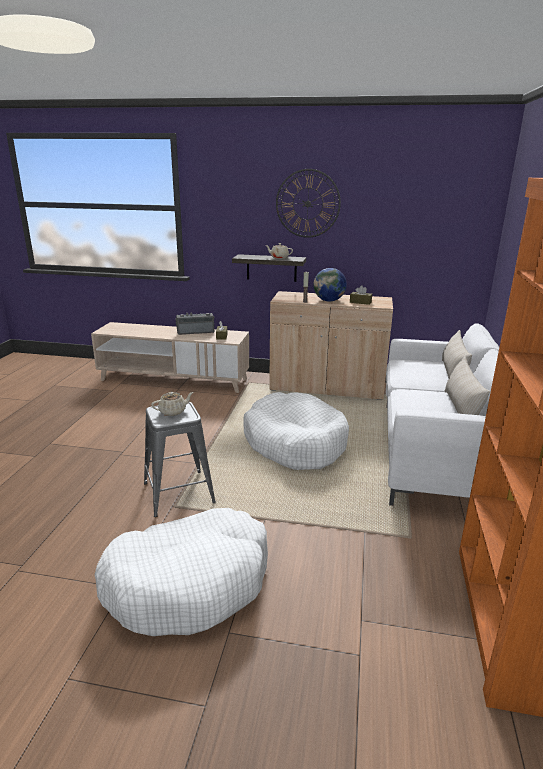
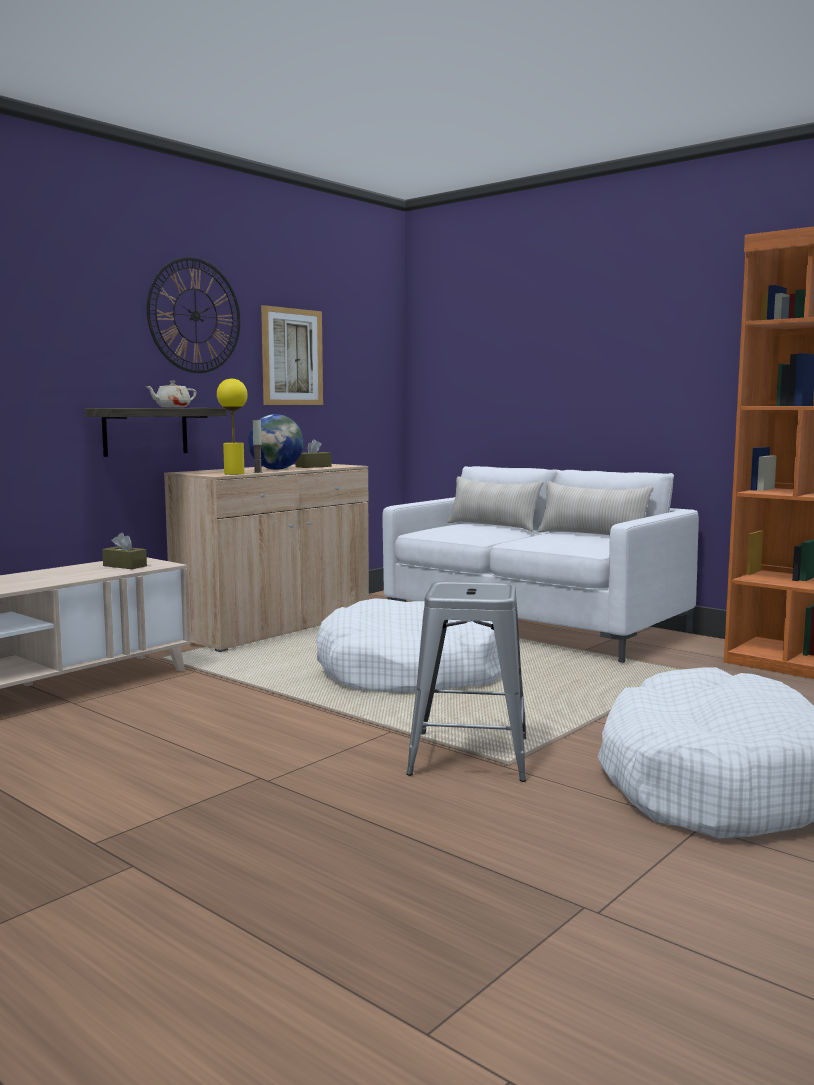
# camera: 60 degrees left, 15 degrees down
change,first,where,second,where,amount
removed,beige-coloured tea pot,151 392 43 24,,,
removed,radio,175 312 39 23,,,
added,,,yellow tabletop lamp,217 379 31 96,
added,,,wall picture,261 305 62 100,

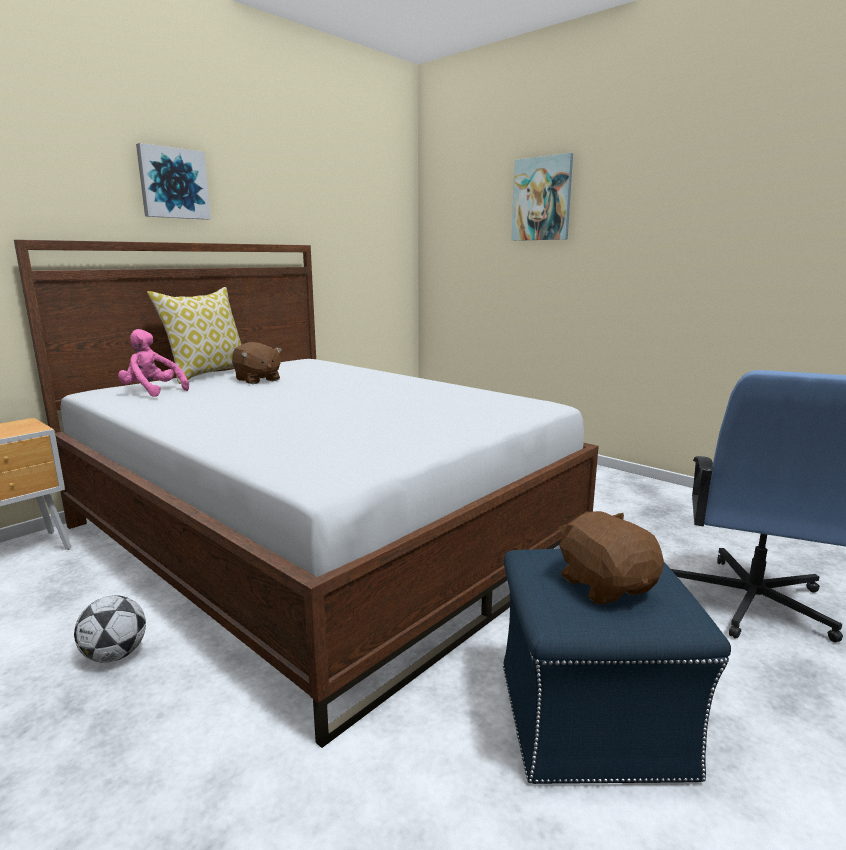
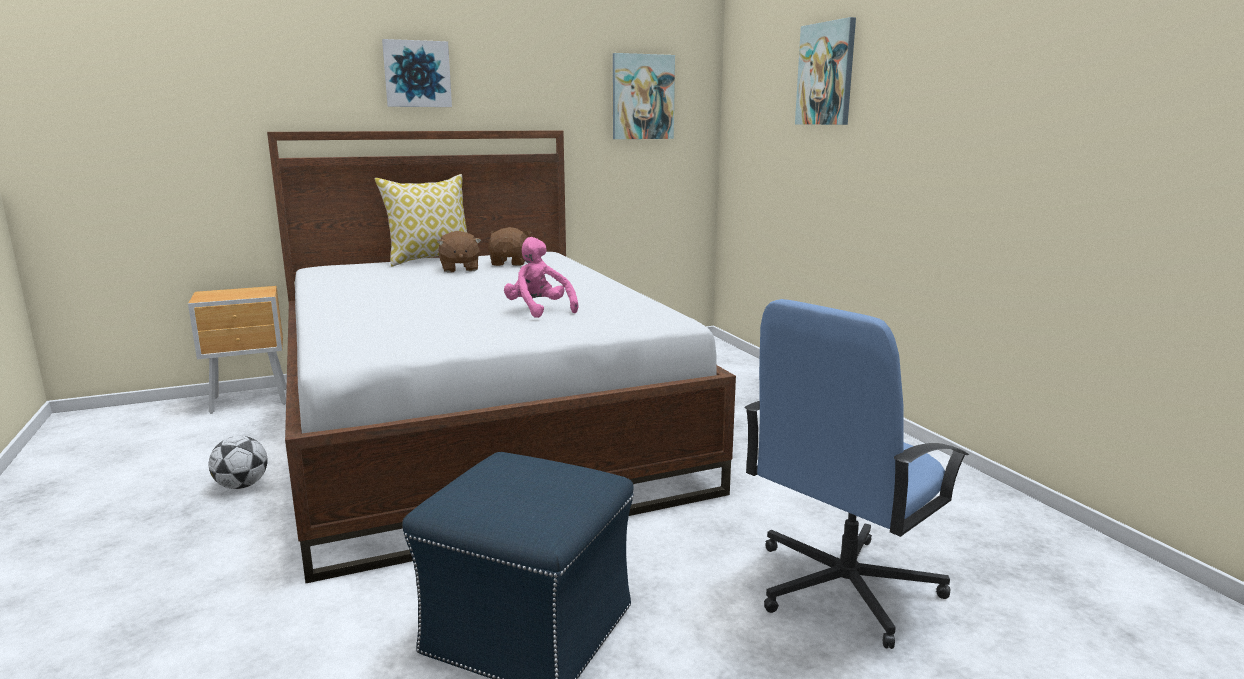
# camera: 25 degrees right, 0 degrees up
change,first,where,second,where,amount
added,,,wall picture,613 53 62 86,
moved,pinkish plush toy,118 329 71 68,,504 237 74 81,
moved,brownish plush toy,558 511 106 93,,488 227 43 39,

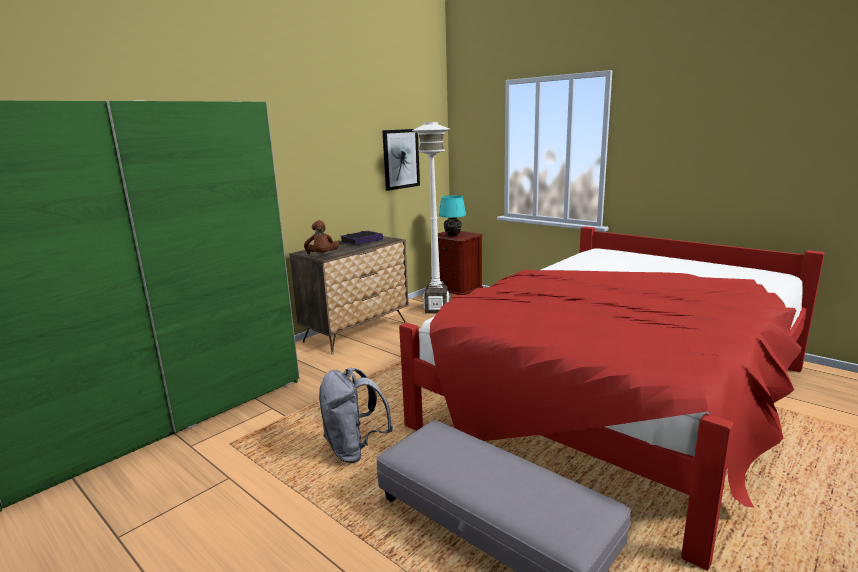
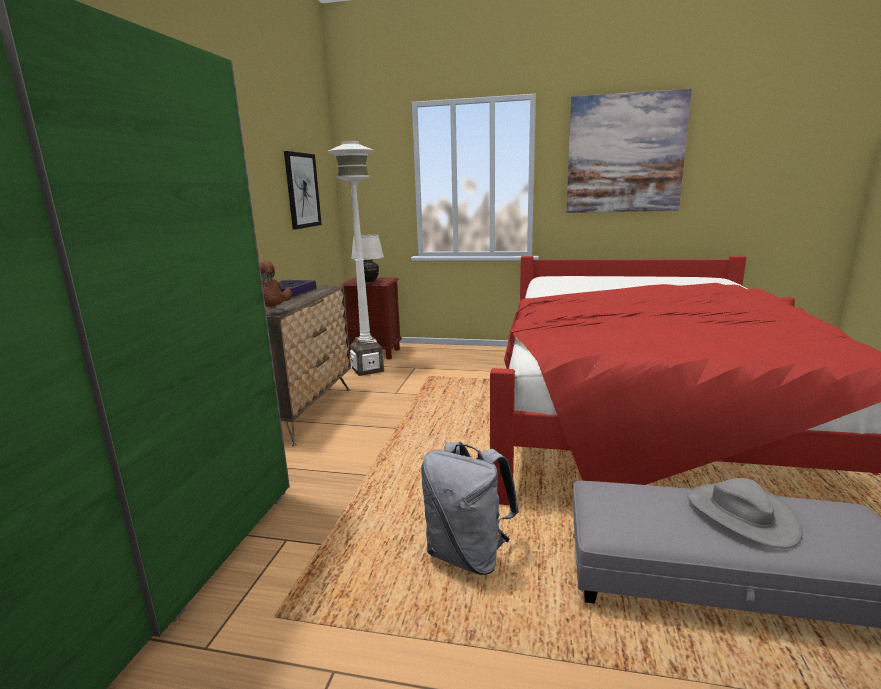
# camera: 30 degrees left, 0 degrees up
change,first,where,second,where,amount
added,,,wall picture,566 89 126 124,
added,,,grey clothing hat,687 478 116 71,
recoloured,turquoise-coloured tabletop lamp,439 195 27 41,white-coloured tabletop lamp,351 235 33 48,

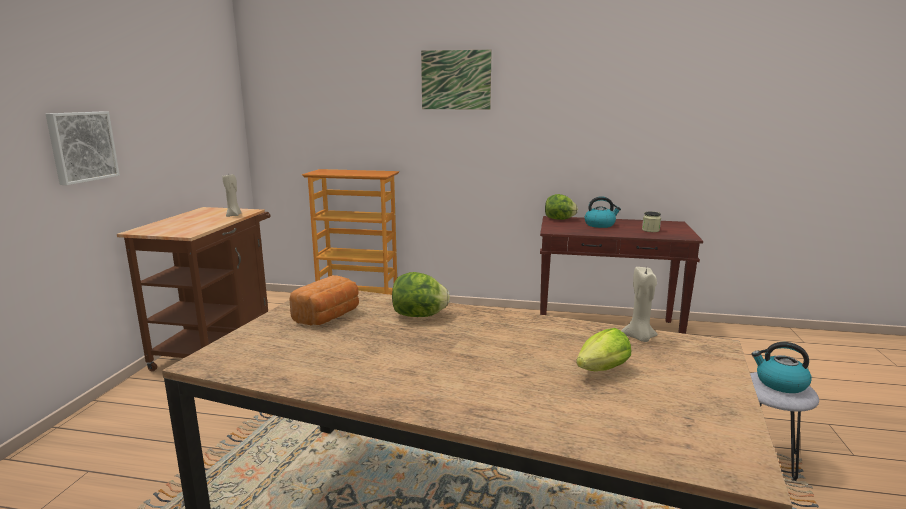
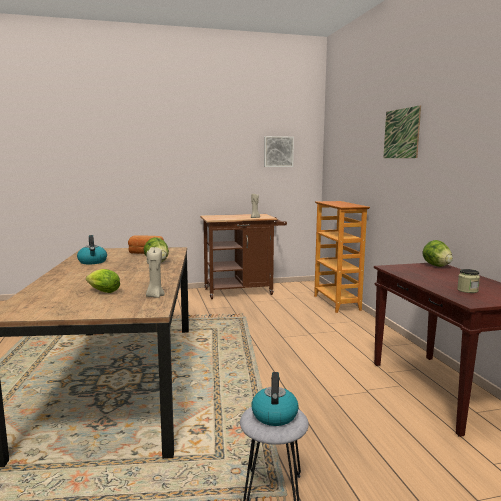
# camera: 65 degrees right, 5 degrees down
change,first,where,second,where,amount
moved,wall picture,46 112 74 73,,264 136 30 31,
moved,kettle,585 196 36 32,,77 235 30 29,

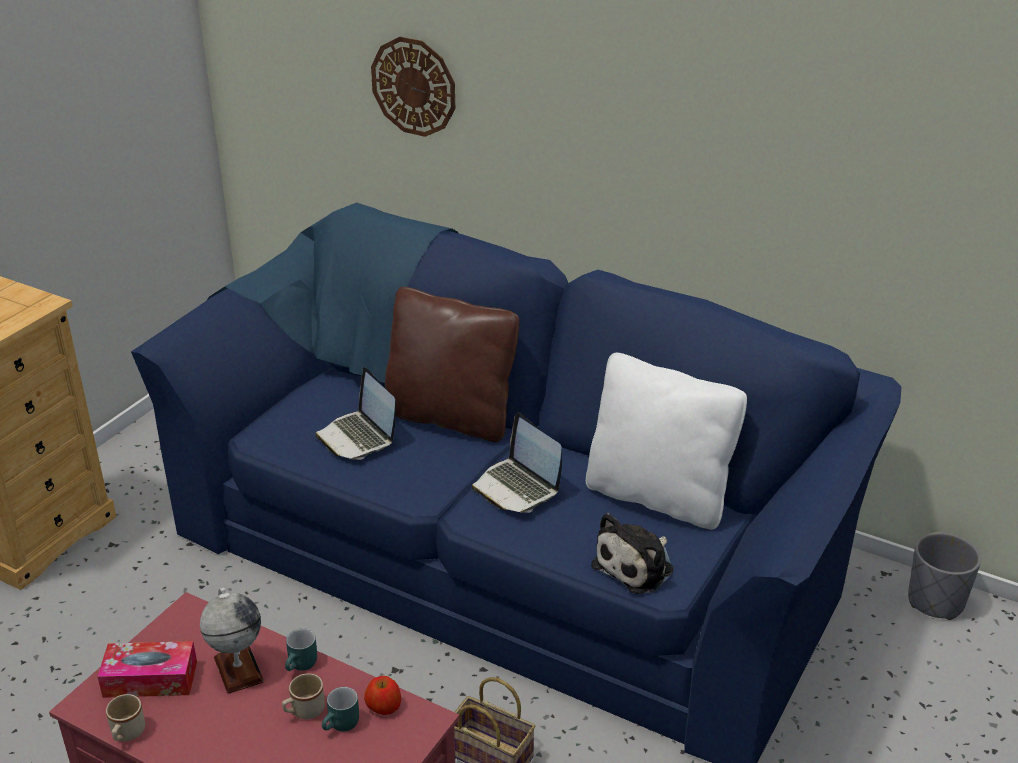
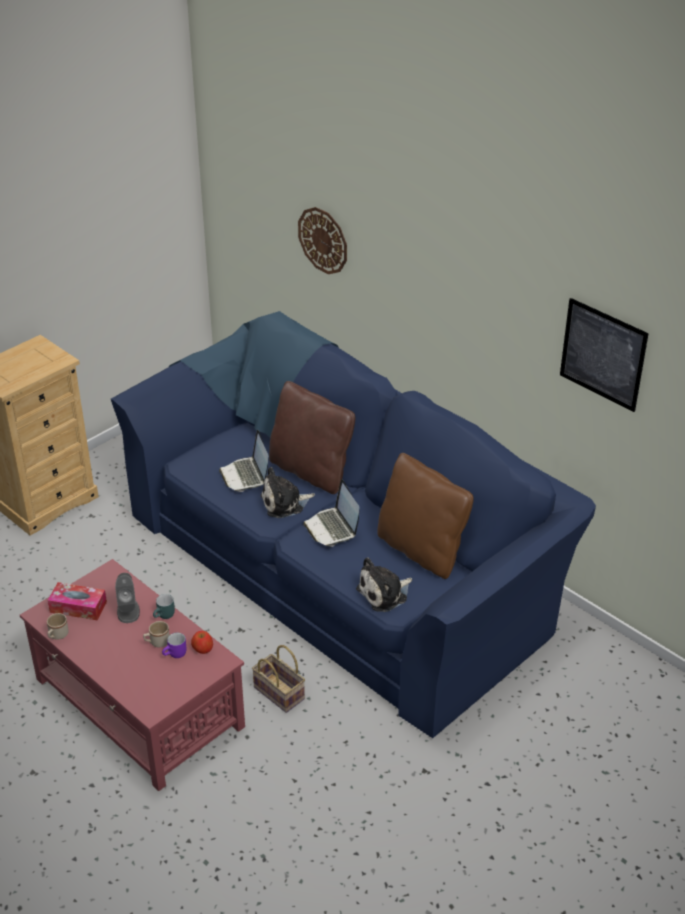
# camera: 15 degrees right, 5 degrees up
change,first,where,second,where,amount
removed,grey plant pot,908 532 73 88,,,
added,,,plush toy,261 467 54 51,
added,,,wall picture,560 298 89 114,
replaced,globe,200 588 64 106,grey speaker,115 573 25 50,
recoloured,turquoise-coloured tea mug,322 687 37 45,purple-coloured tea mug,162 633 24 25,
recoloured,white-coloured throw pillow,586 353 161 177,brownish throw pillow,377 453 97 126,

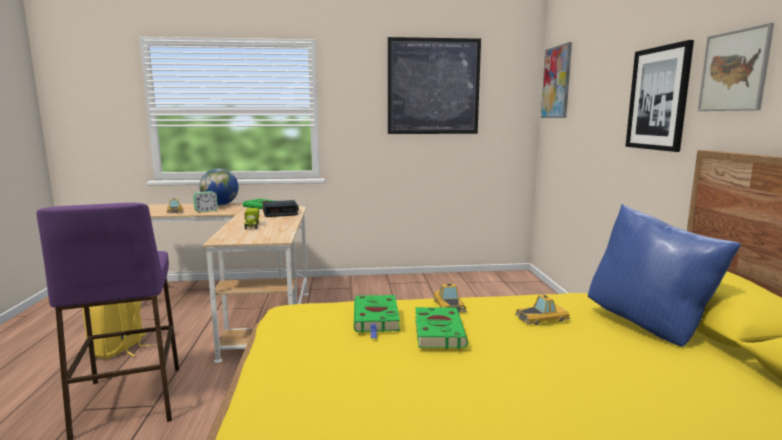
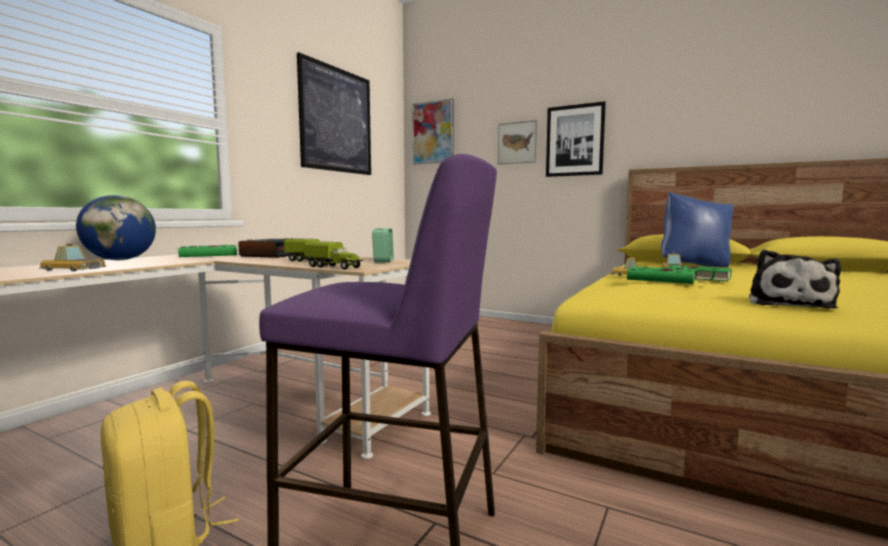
# camera: 55 degrees left, 5 degrees down
change,first,where,second,where,amount
added,,,toy truck,304 241 59 29,
added,,,plush toy,749 250 92 58,
moved,bedside clock,193 191 25 21,,372 228 22 35,
moved,wall picture,698 23 76 88,,498 120 40 45,

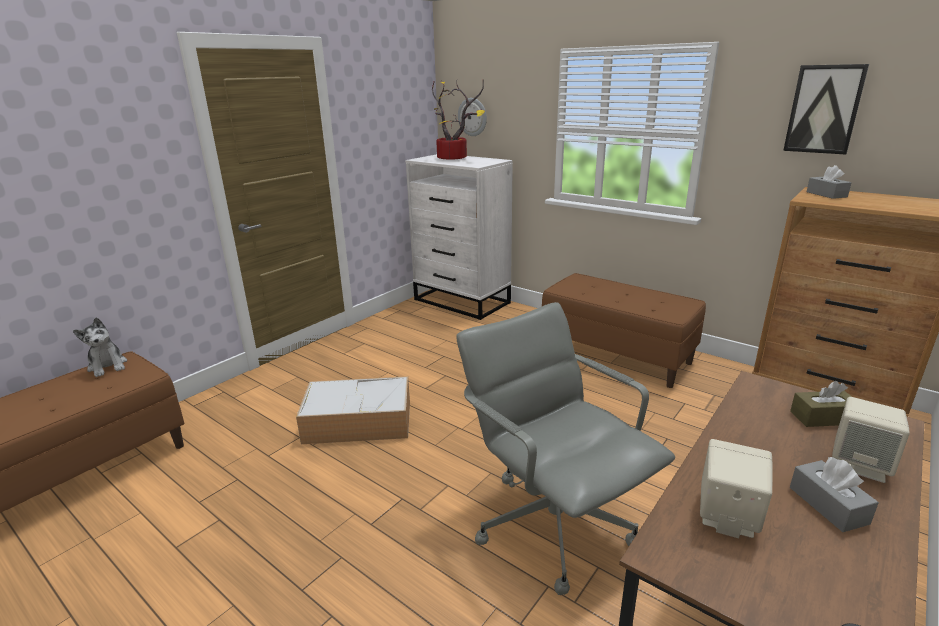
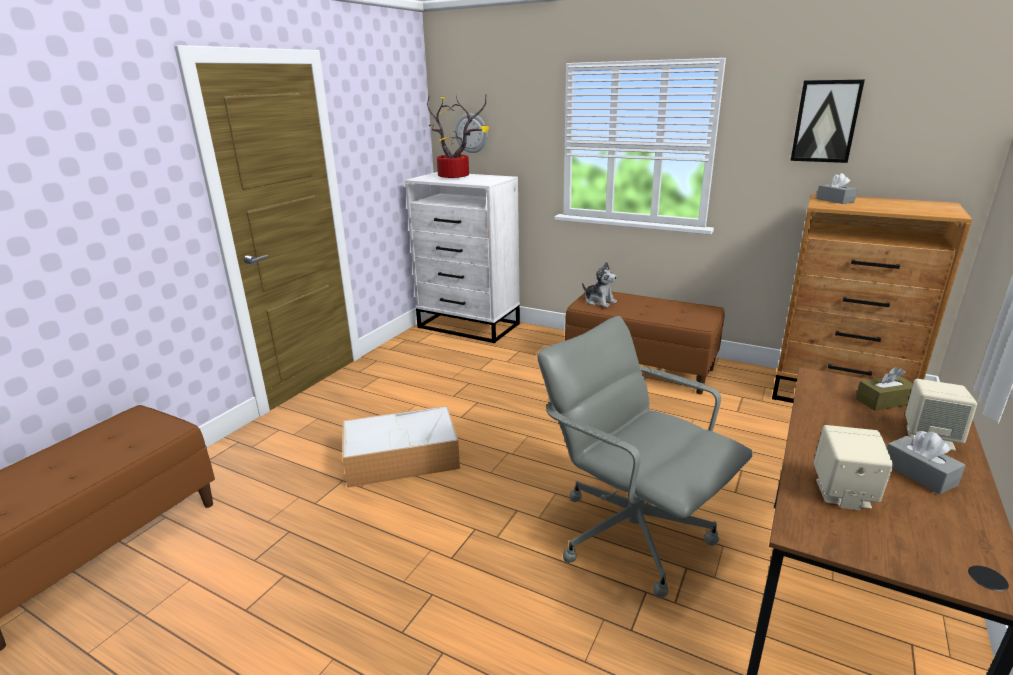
# camera: 10 degrees left, 0 degrees up
change,first,where,second,where,amount
moved,plush toy,73 317 54 60,,582 262 35 45,

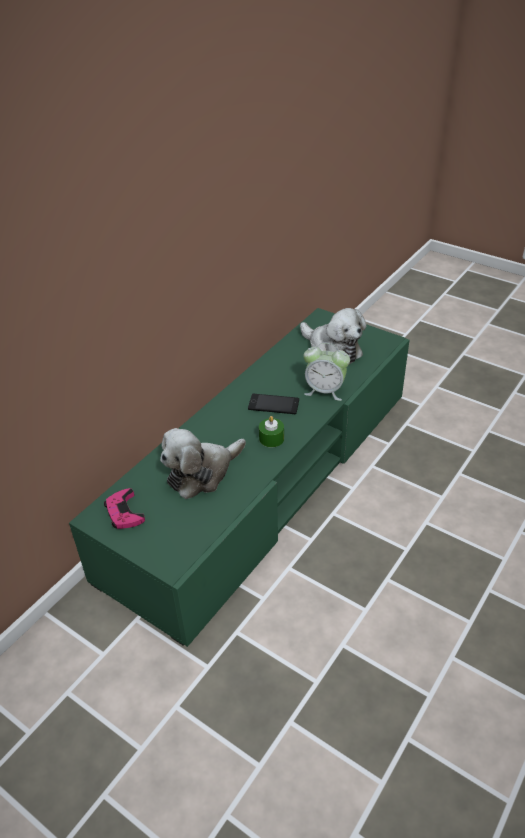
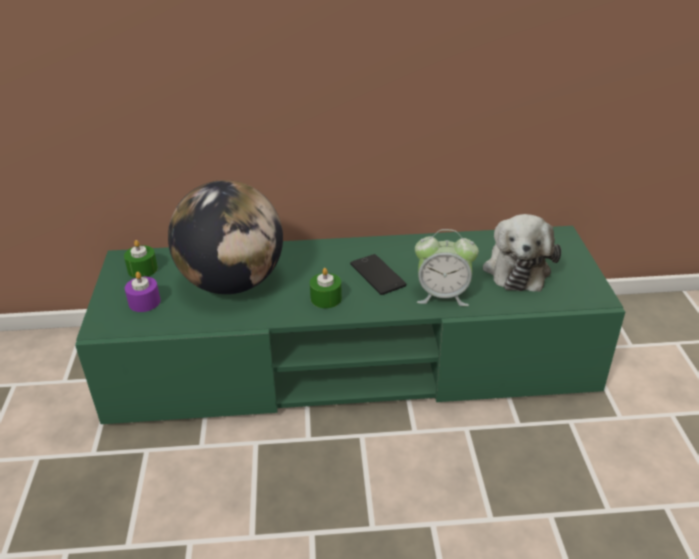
# camera: 50 degrees right, 5 degrees down
change,first,where,second,where,amount
added,,,purple-coloured wax candle,125 272 36 40,
replaced,pinkish game controller,104 488 41 41,greenish wax candle,124 240 34 38,
replaced,plush toy,160 428 86 71,globe,168 180 115 114,
turned,bedside clock,303 343 47 58,,415 229 64 77,60 degrees counterclockwise

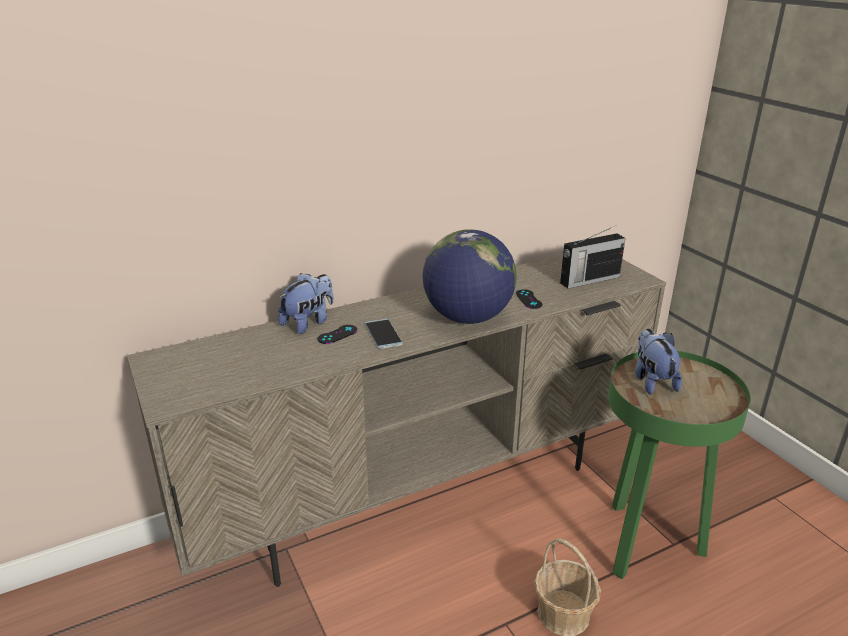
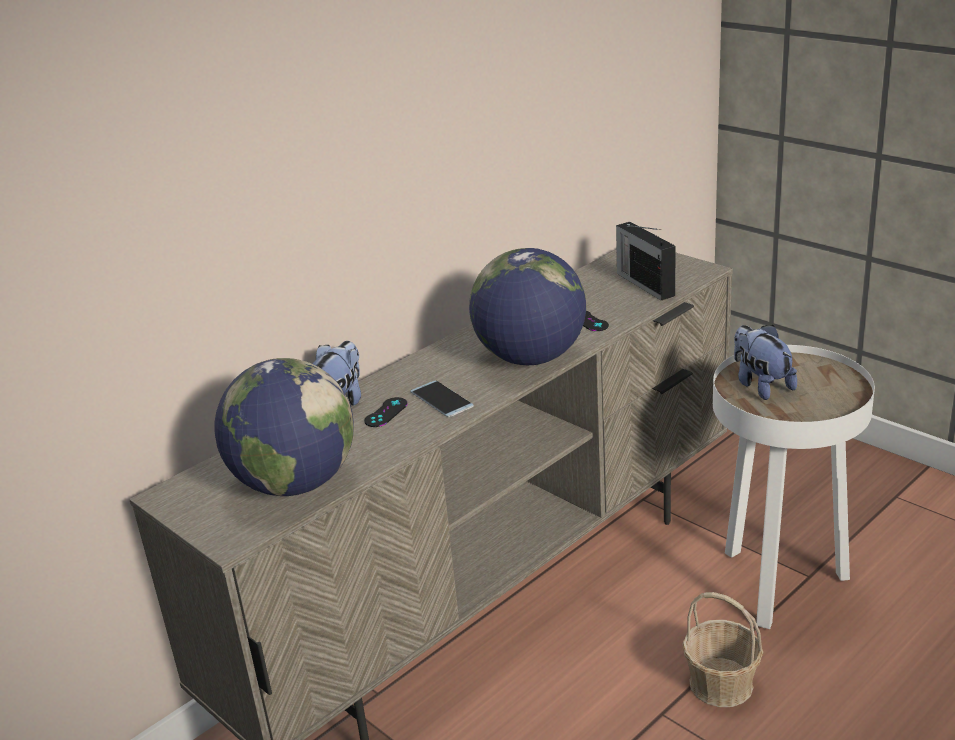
# camera: 15 degrees left, 0 degrees up
change,first,where,second,where,amount
added,,,globe,214 358 140 138,
recoloured,greenish accent table,608 351 143 228,white-coloured accent table,713 345 162 284,
turned,radio,560 228 66 60,,616 222 60 78,105 degrees clockwise

